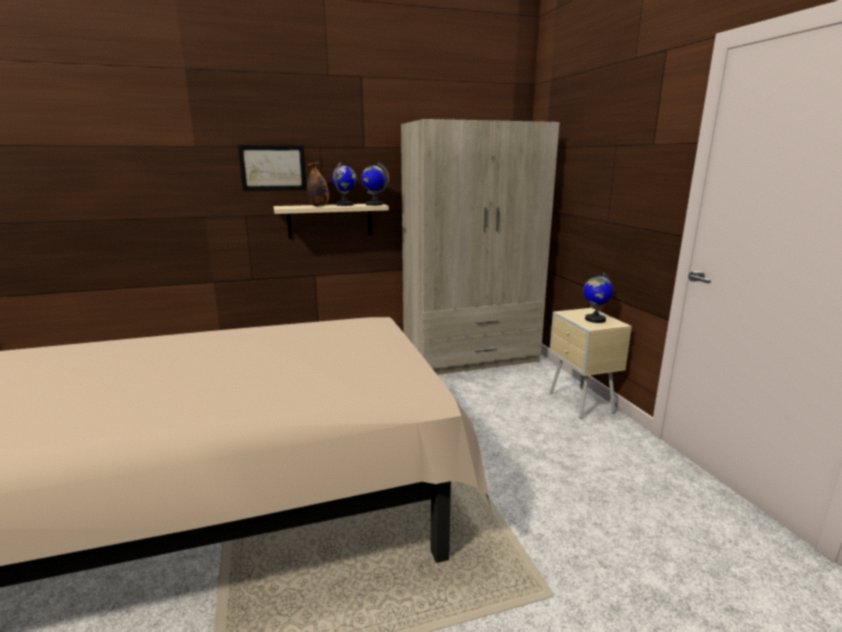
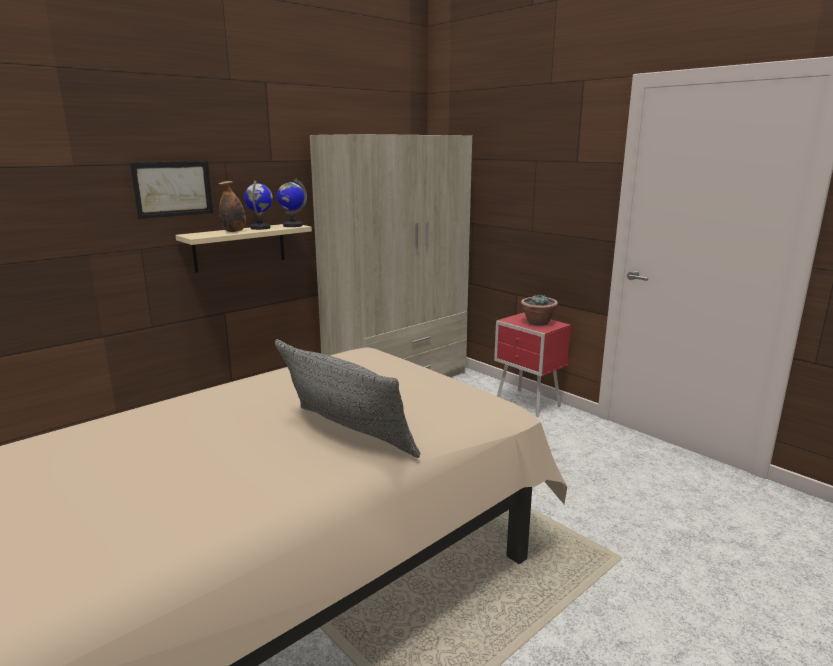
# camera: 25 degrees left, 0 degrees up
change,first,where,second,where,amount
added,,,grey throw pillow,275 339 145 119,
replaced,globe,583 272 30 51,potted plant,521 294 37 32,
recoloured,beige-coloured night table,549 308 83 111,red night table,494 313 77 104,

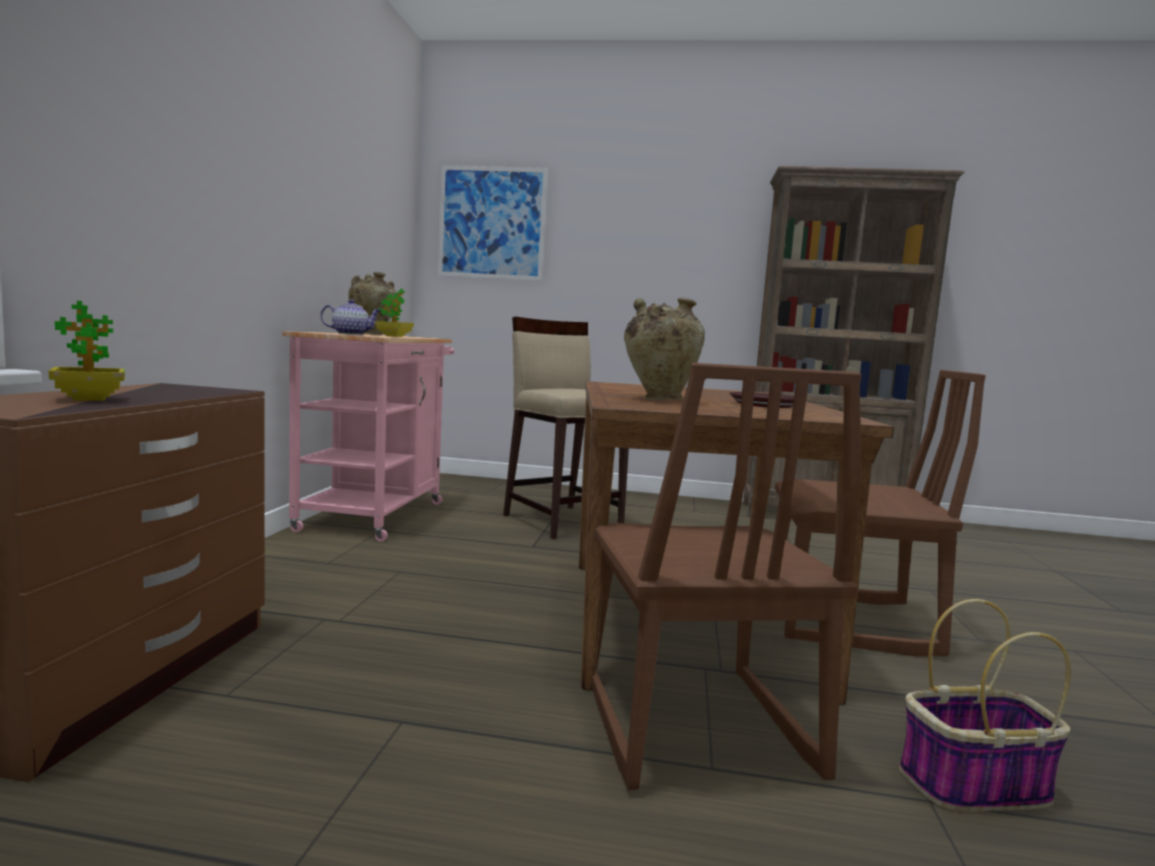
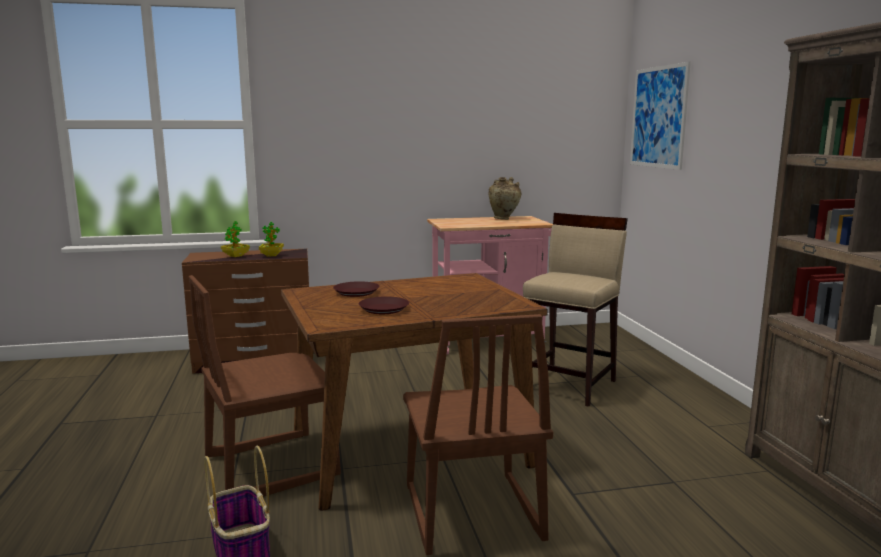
# camera: 70 degrees right, 5 degrees up
change,first,where,second,where,amount
removed,tea pot,321 299 61 36,,,
moved,potted plant,375 289 39 48,,259 222 25 34,
replaced,beige-coloured vase,624 297 81 102,brownish flat dish,333 281 46 16,

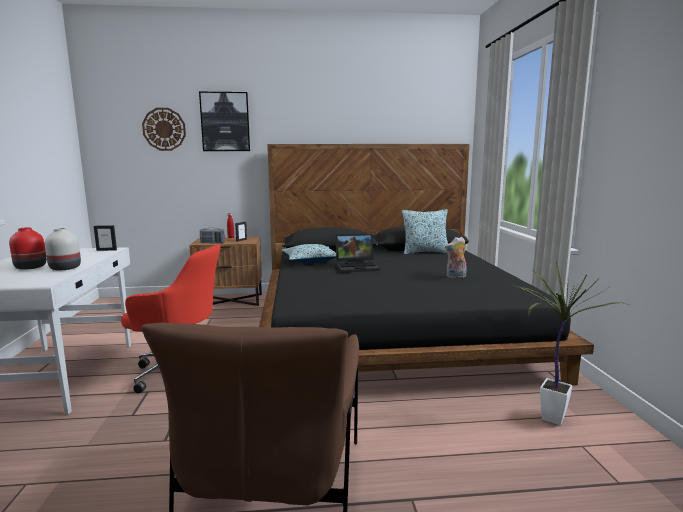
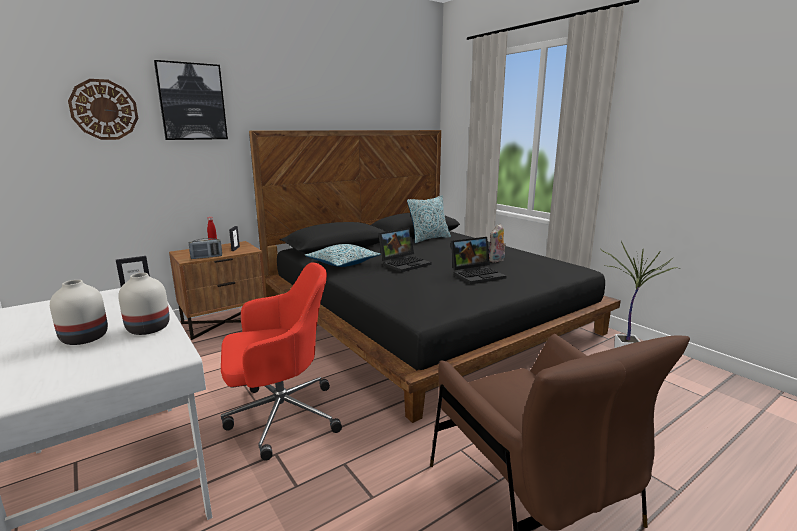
# camera: 30 degrees left, 5 degrees up
change,first,where,second,where,amount
added,,,notebook computer,451 237 55 47,
recoloured,red vase,9 227 38 43,white-coloured vase,50 280 58 65,

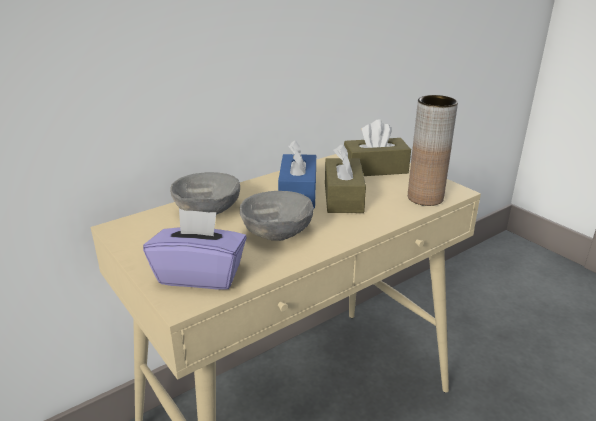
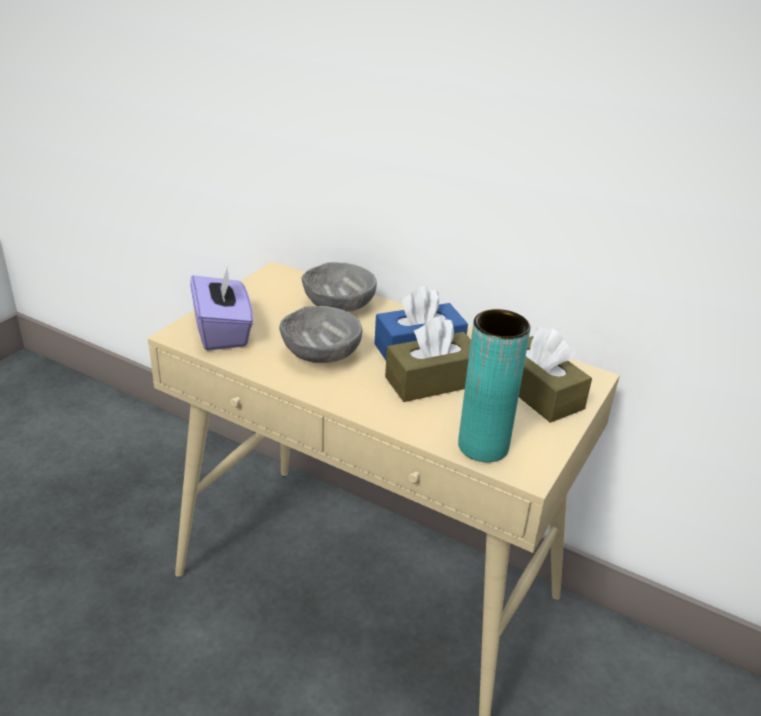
# camera: 65 degrees right, 5 degrees up
change,first,where,second,where,amount
recoloured,brownish vase,408 95 50 111,turquoise-coloured vase,458 309 72 153,

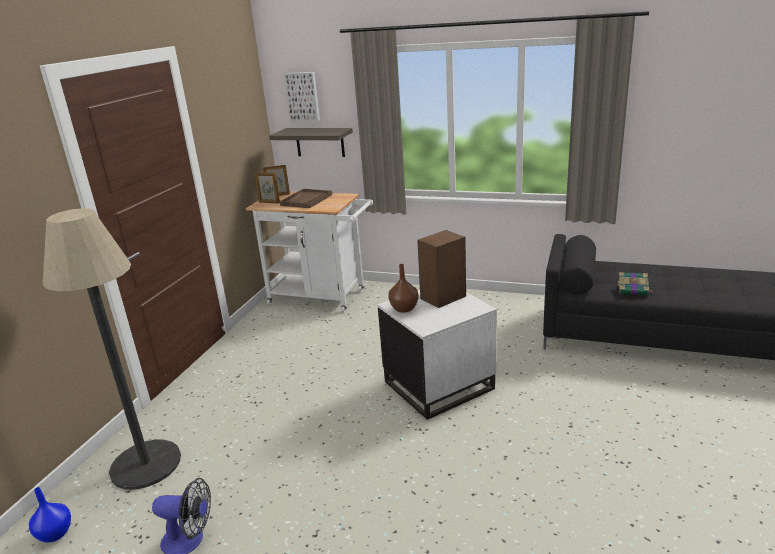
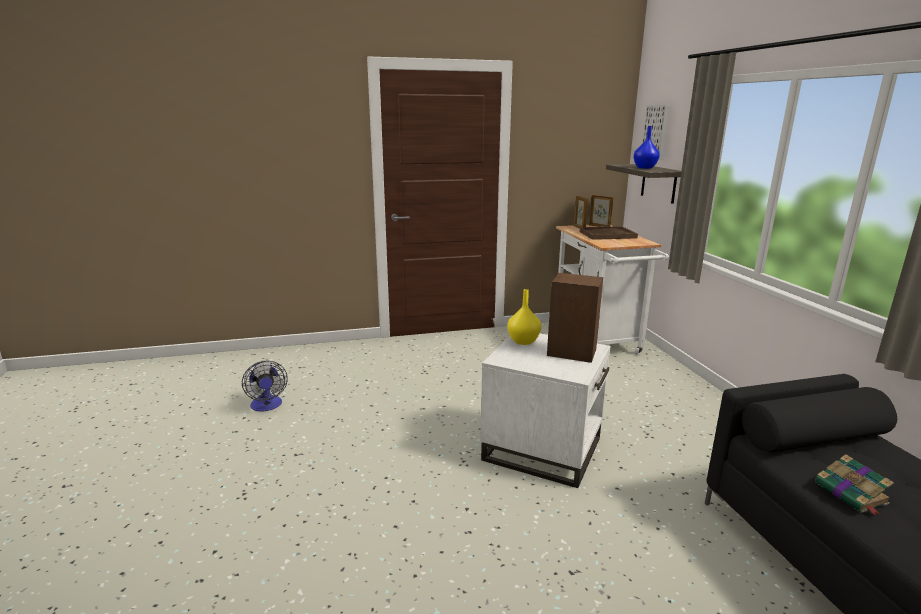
# camera: 55 degrees right, 5 degrees down
change,first,where,second,where,amount
removed,standard lamp,43 208 138 282,,,
moved,blue-coloured vase,29 487 42 56,,633 126 27 43,
recoloured,brownish vase,388 264 31 49,yellow vase,507 289 34 56,

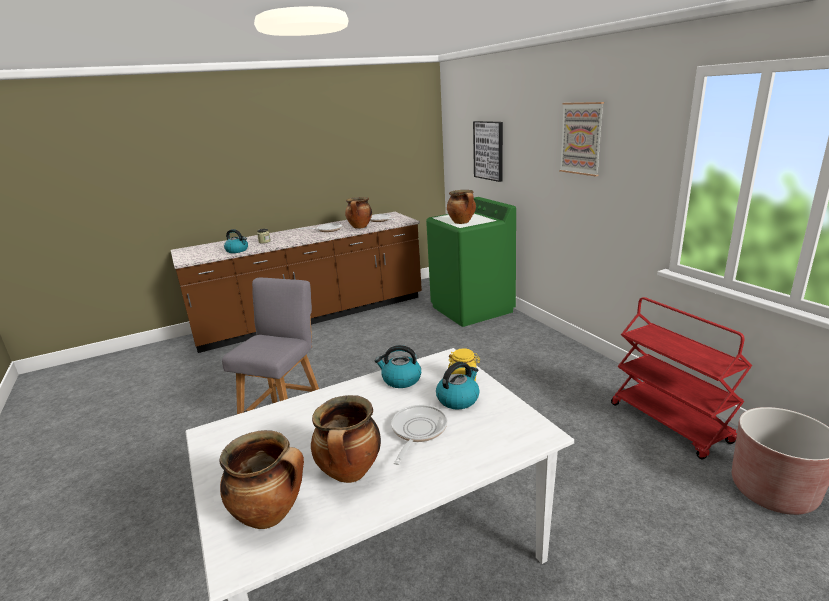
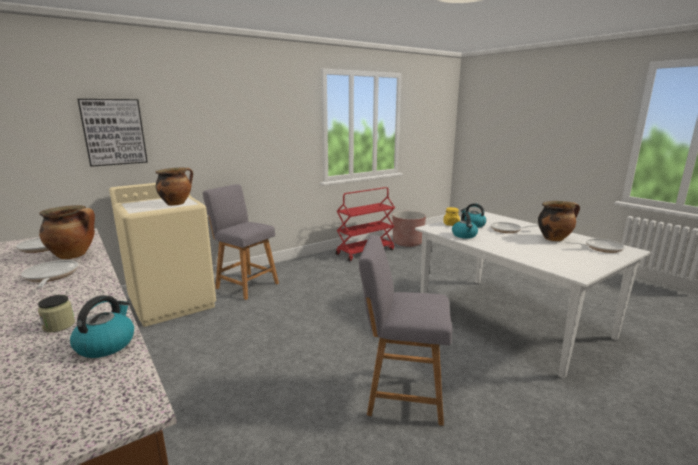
# camera: 100 degrees left, 5 degrees down
change,first,where,second,where,amount
removed,wall picture,559 102 45 74,,,
added,,,grey upright chair,203 184 76 116,
replaced,cooking pot,220 430 84 99,pan,565 239 60 14,
recoloured,greenish washing machine,426 197 90 130,beige-coloured washing machine,109 183 107 144,

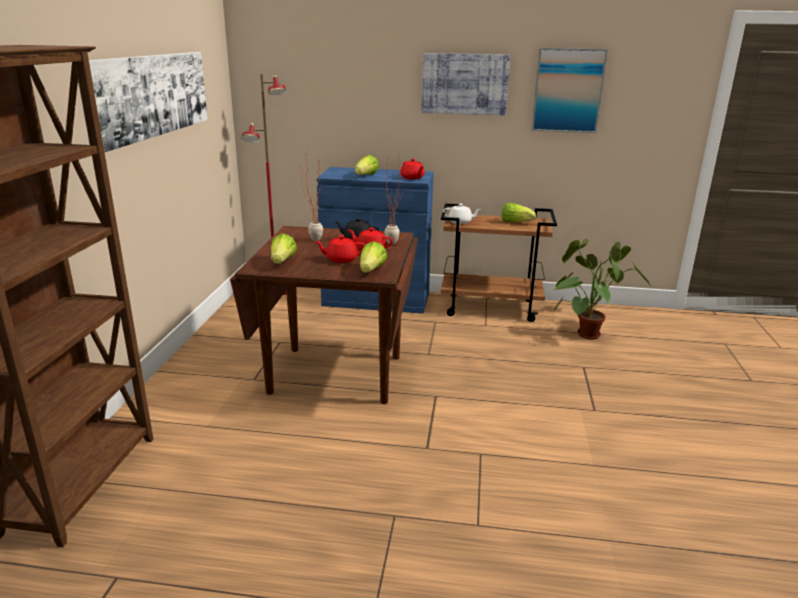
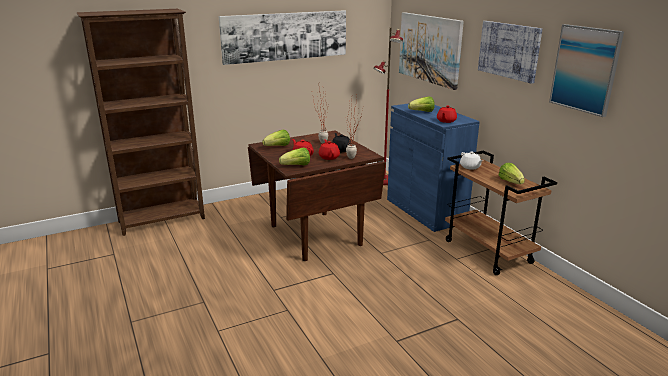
# camera: 55 degrees right, 0 degrees up
change,first,where,second,where,amount
removed,potted plant,553 239 98 100,,,
added,,,wall picture,399 12 65 78,

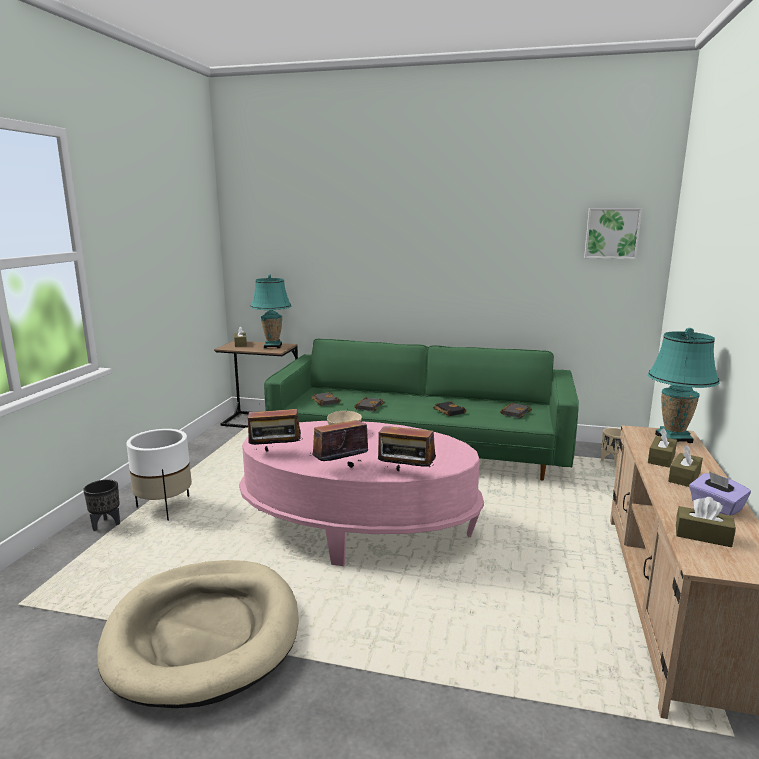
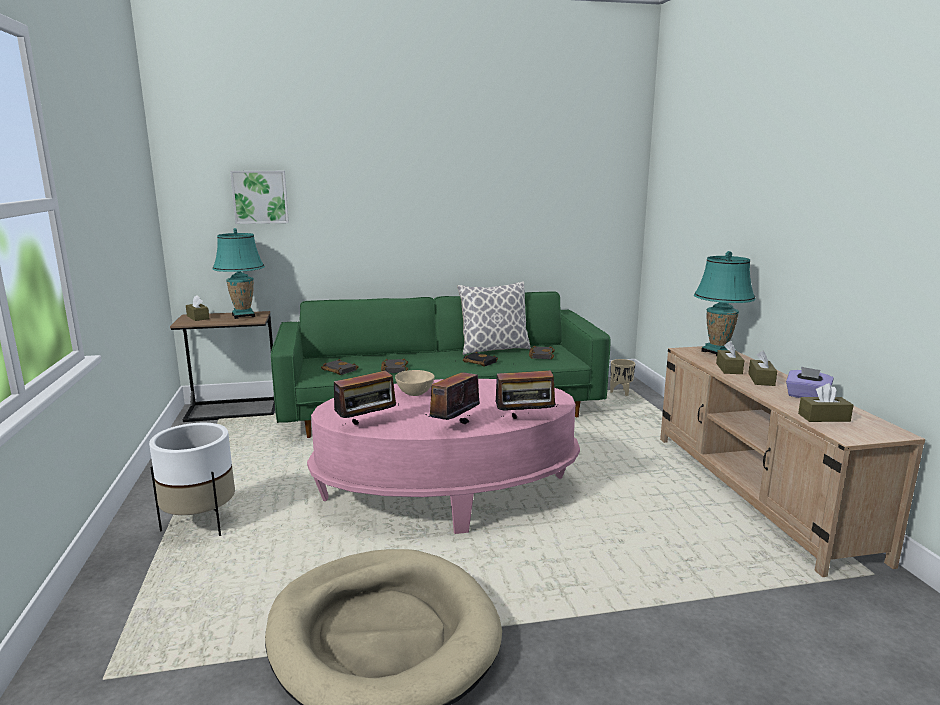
# camera: 25 degrees left, 0 degrees up
change,first,where,second,where,amount
removed,blackish plant pot,83 480 37 51,,,
added,,,throw pillow,457 281 74 74,
moved,wall picture,584 208 58 51,,230 171 59 53,

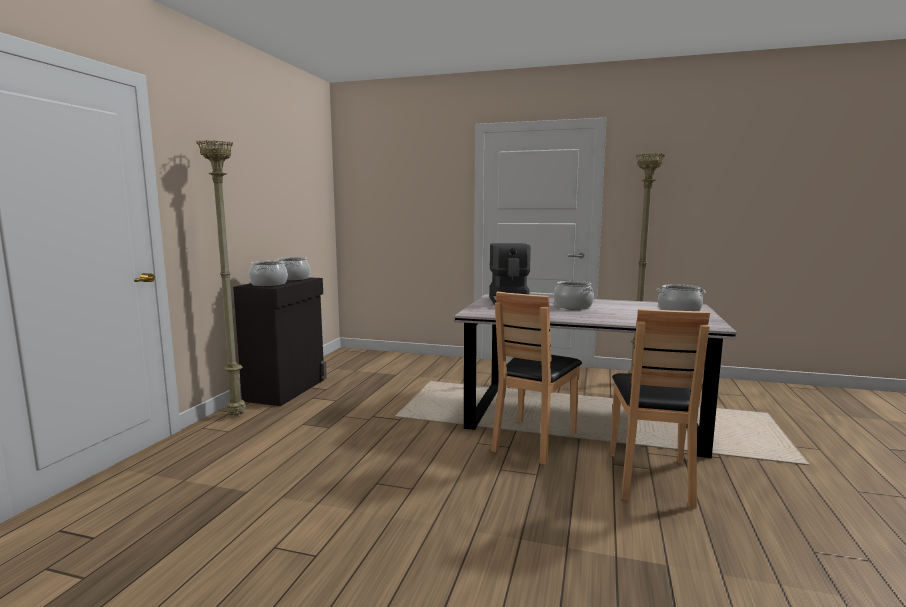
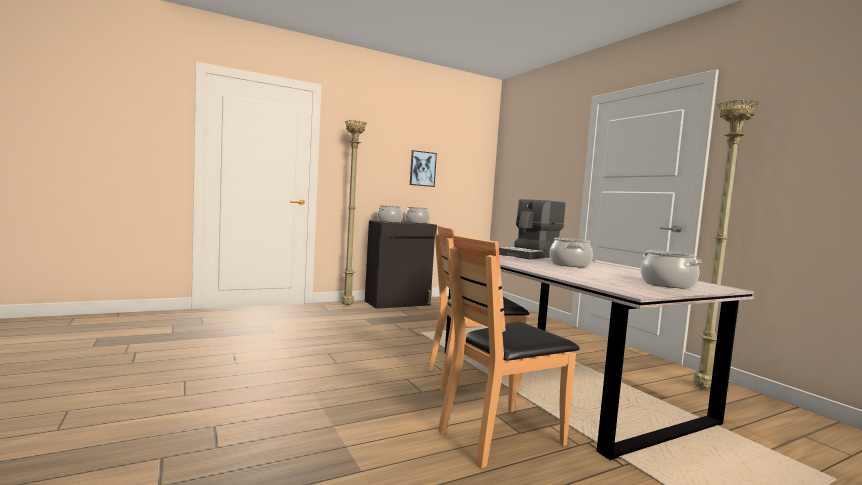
# camera: 45 degrees right, 5 degrees down
change,first,where,second,where,amount
added,,,wall picture,410 150 27 37,

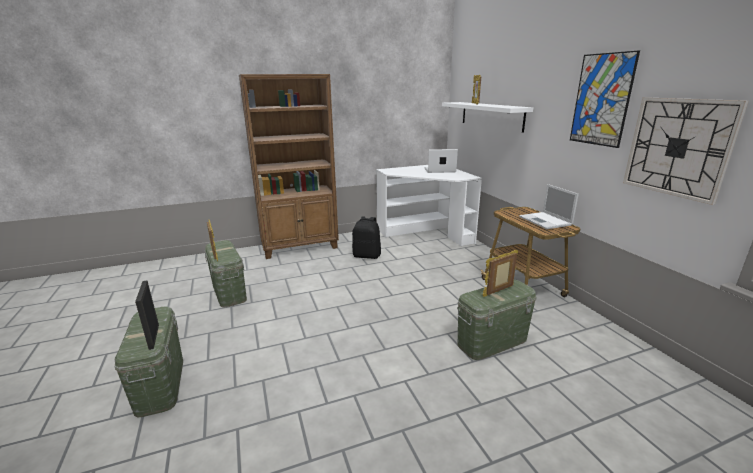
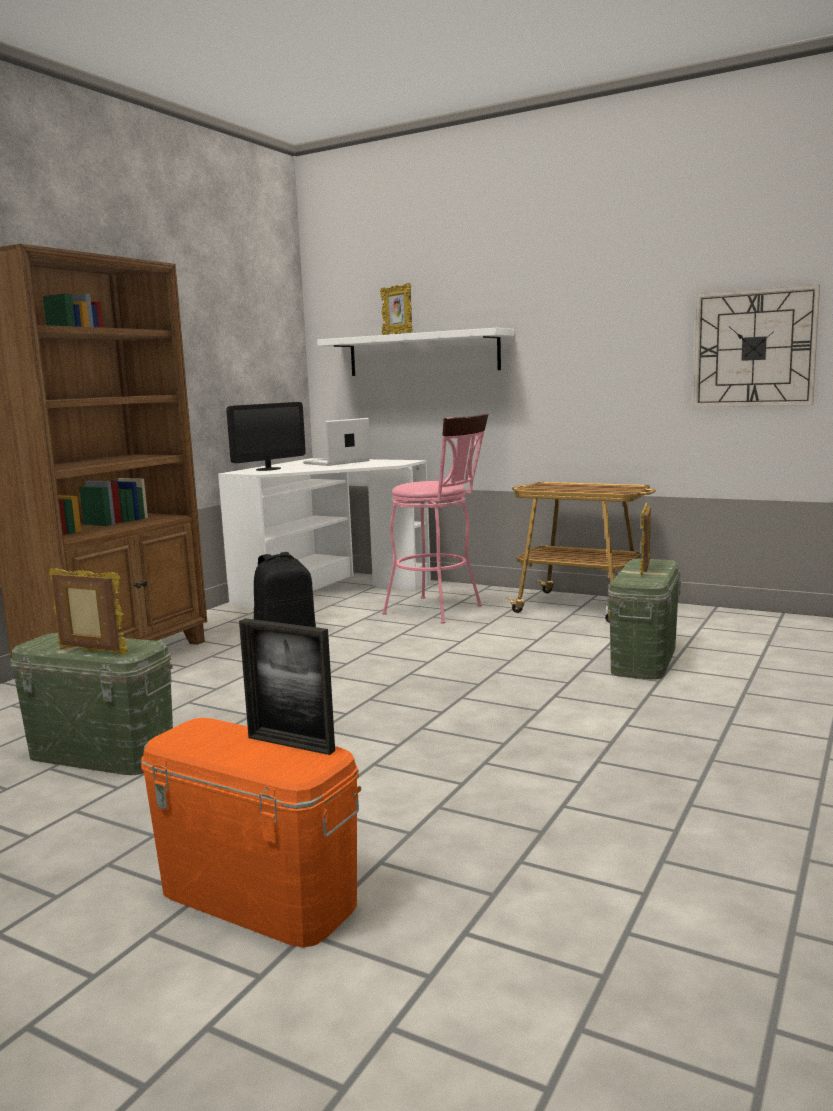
# camera: 40 degrees left, 10 degrees down
change,first,where,second,where,amount
removed,notebook computer,519 184 60 45,,,
removed,wall picture,570 50 70 98,,,
added,,,computer screen,226 402 79 69,
added,,,pinkish sitting stool,382 413 106 211,
recoloured,greenish storage container,115 306 68 112,orange storage container,141 718 220 230,

